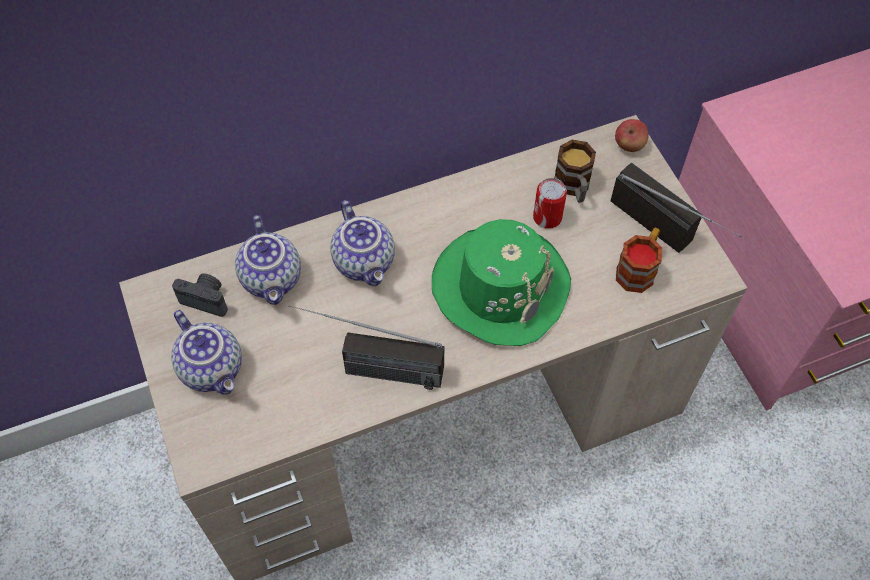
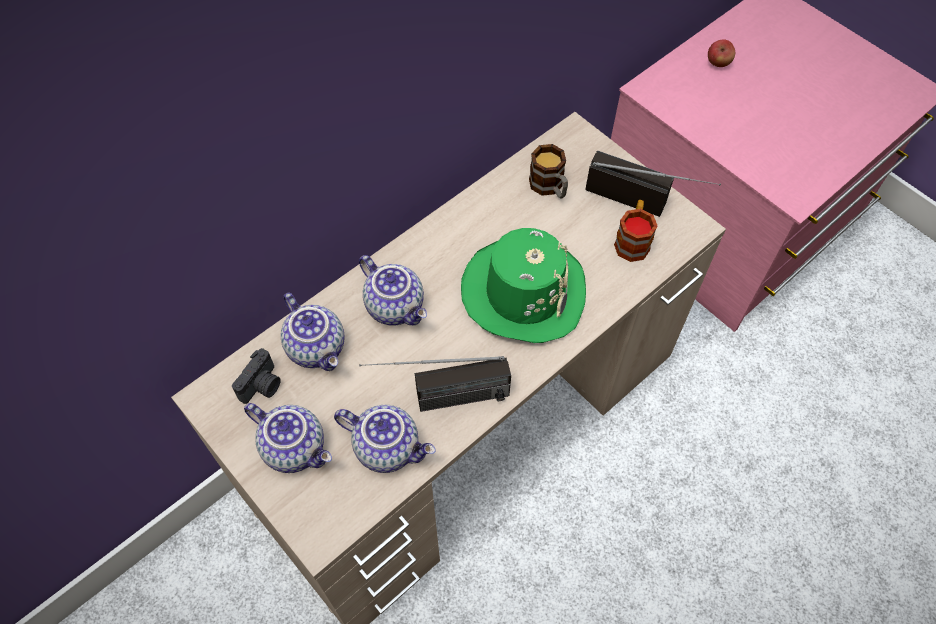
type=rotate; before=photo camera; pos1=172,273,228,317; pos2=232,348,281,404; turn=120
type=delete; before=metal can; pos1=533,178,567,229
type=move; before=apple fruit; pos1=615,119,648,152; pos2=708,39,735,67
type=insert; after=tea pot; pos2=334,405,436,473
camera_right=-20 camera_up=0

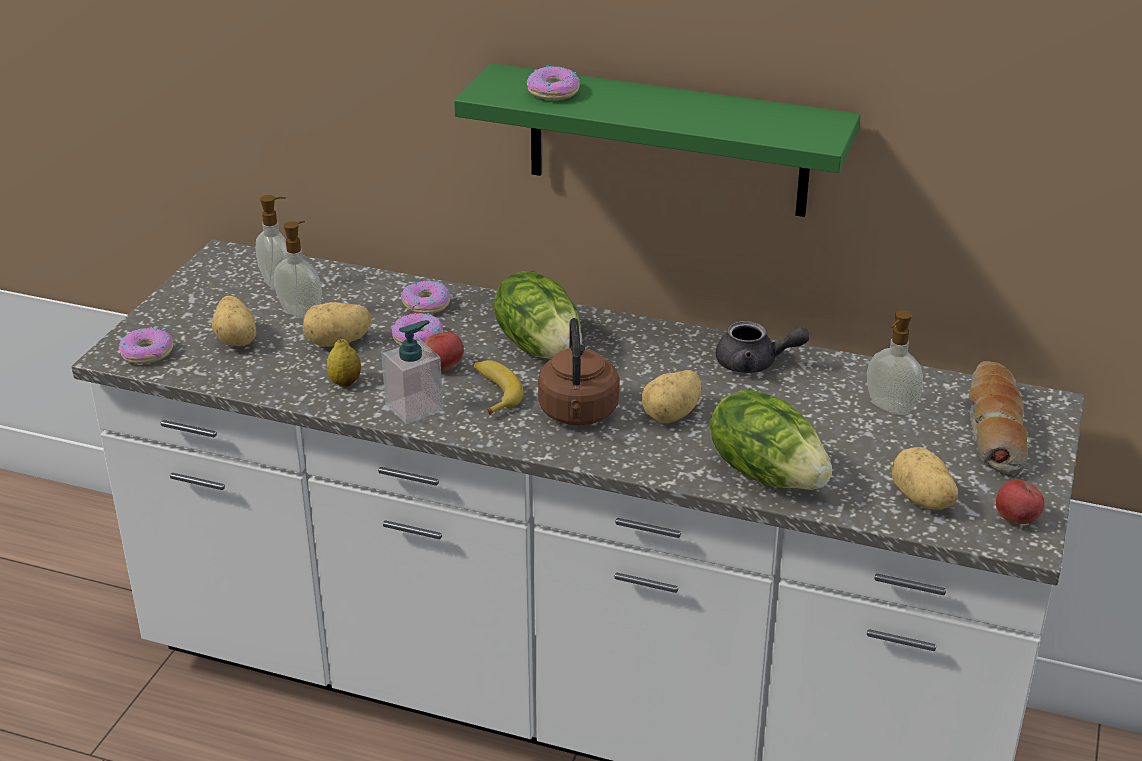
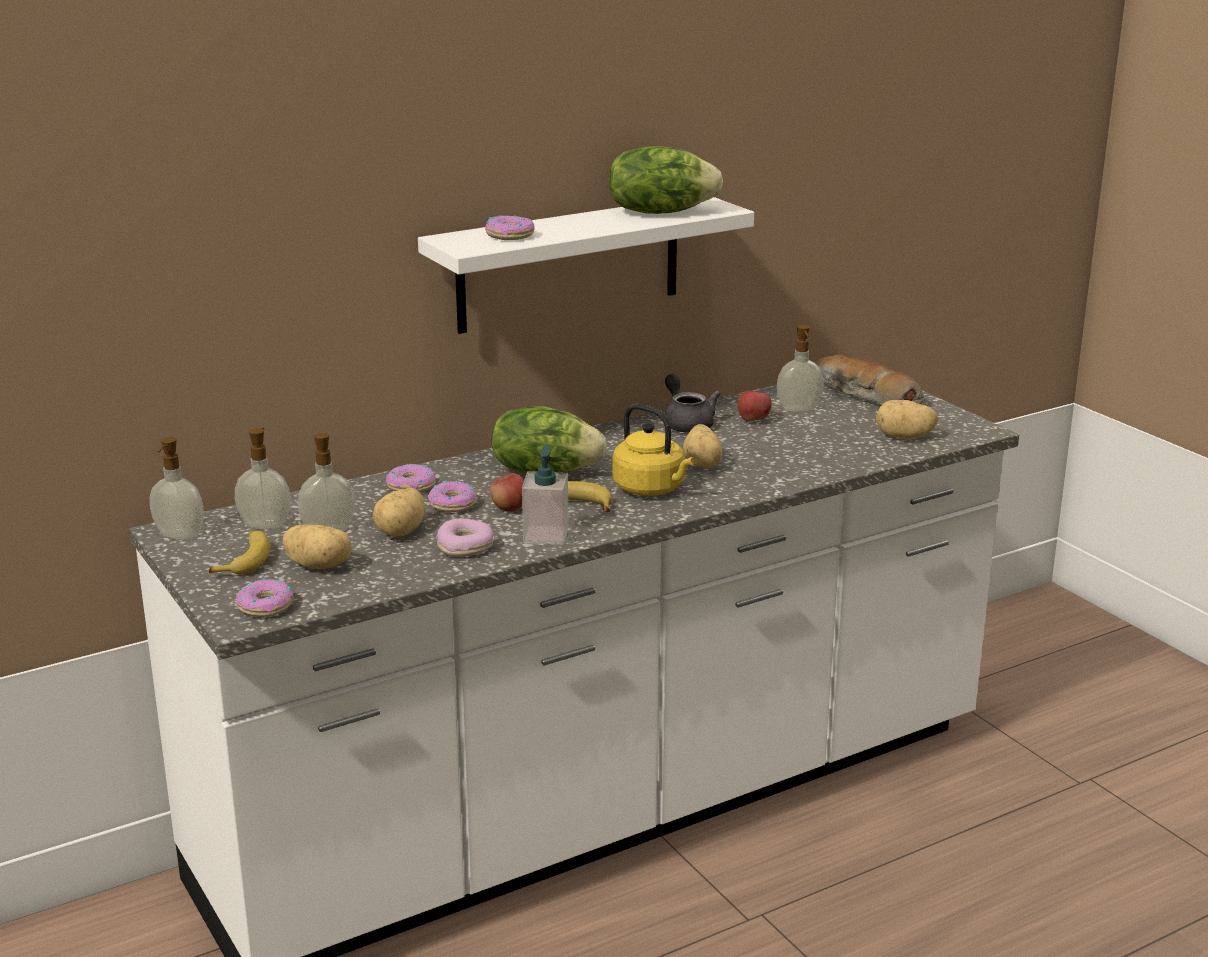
type=replace; before=lemon; after=doughnut; pos1=327,339,361,387; pos2=436,518,493,557
type=recolor; before=bracket shelf (green); after=bracket shelf (whitish); pos1=454,63,861,217; pos2=418,197,754,334
type=recolor; before=tea kettle (brown); after=tea kettle (yellow); pos1=538,318,619,426; pos2=613,404,694,496
type=move; before=lettuce head; pos1=710,389,832,490; pos2=609,146,723,214
type=rotate; before=tea pot (grey); pos1=716,321,809,373; pos2=665,374,720,432; turn=-75
type=move; before=apple fruit; pos1=996,479,1045,524; pos2=738,391,772,422
type=insert; after=liquid soap bottle; pos2=150,437,204,540
type=insert; after=banana; pos2=209,531,271,574
camera_right=-50 camera_up=-10

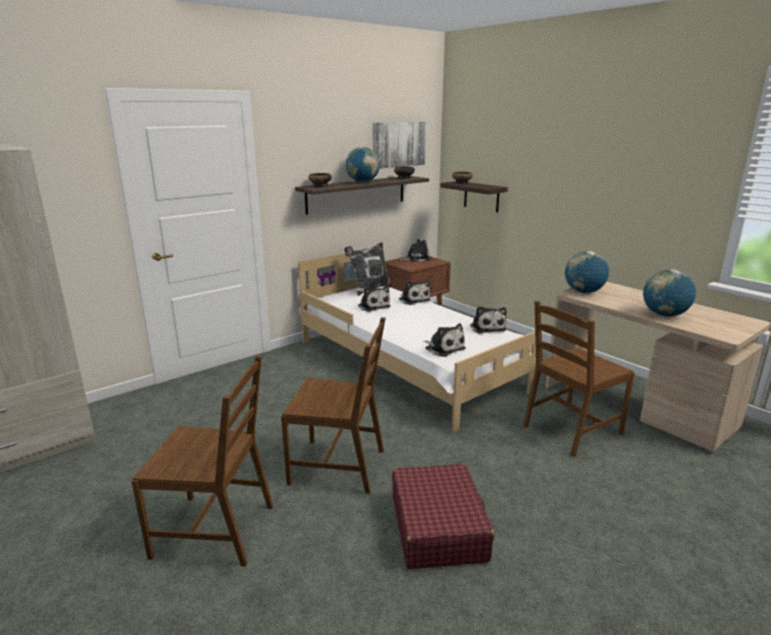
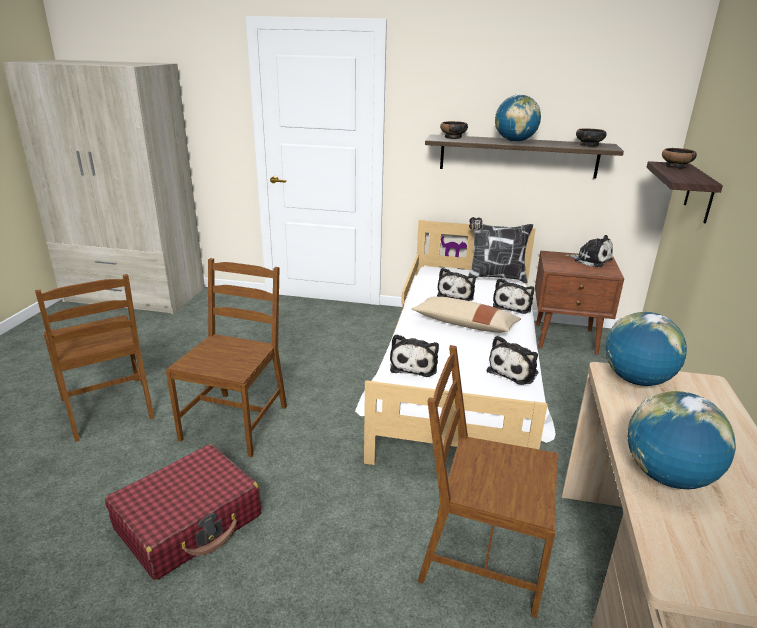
type=rotate; before=chair (brown); pos1=281,317,386,494; pos2=166,258,287,457; turn=-135
type=delete; before=picture; pos1=373,121,426,169
type=insert; after=cushion (beige); pos2=411,296,521,333
camera_right=50 camera_up=5

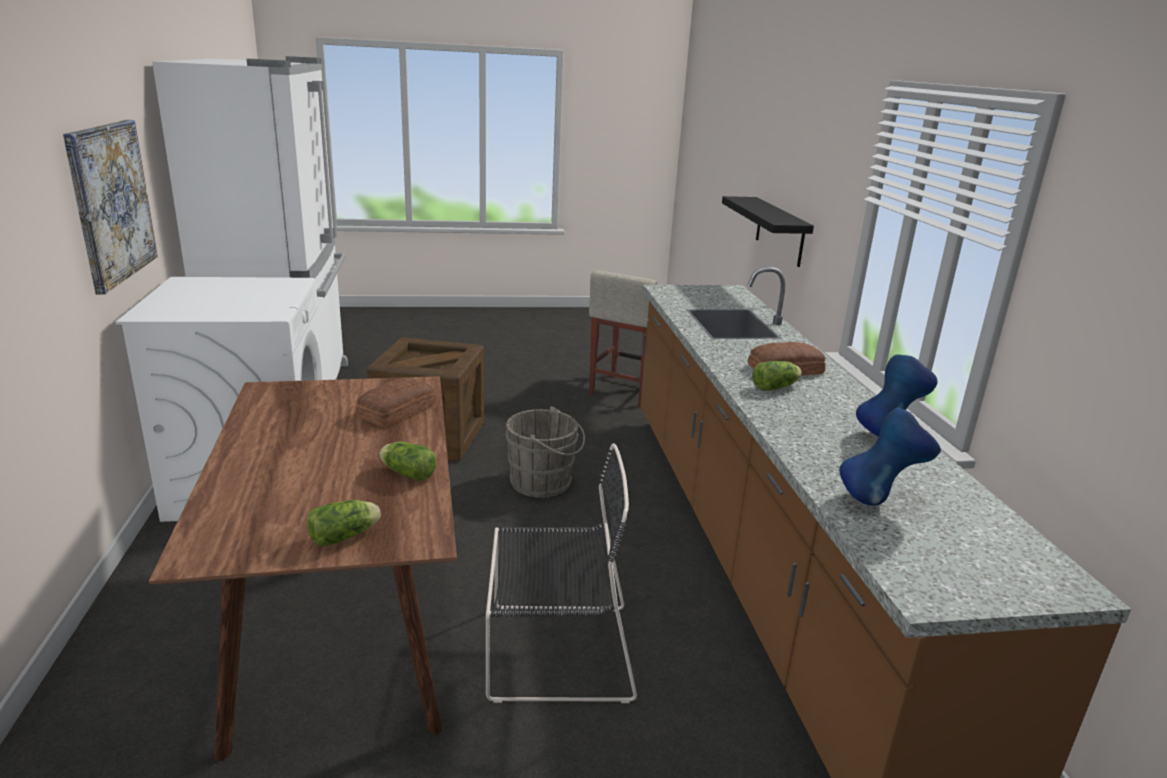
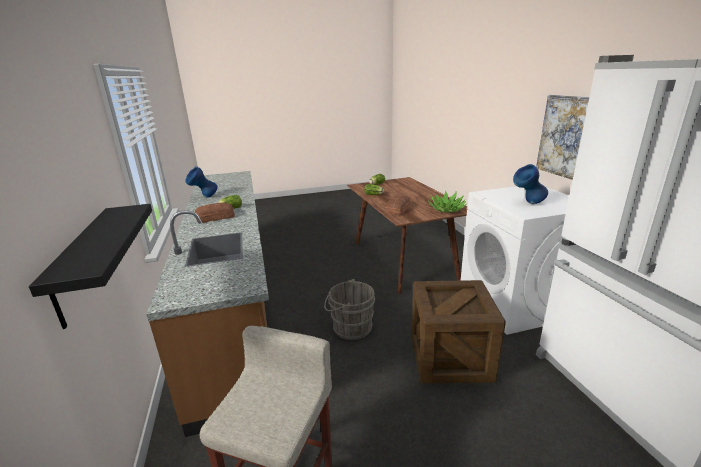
type=delete; before=chair (blackish); pos1=486,443,637,703
type=move; before=flower vase (blue-coloured); pos1=839,407,941,506; pos2=513,164,548,204
type=insert; after=plant in a pot; pos2=428,190,468,213
camera_right=175 camera_up=0

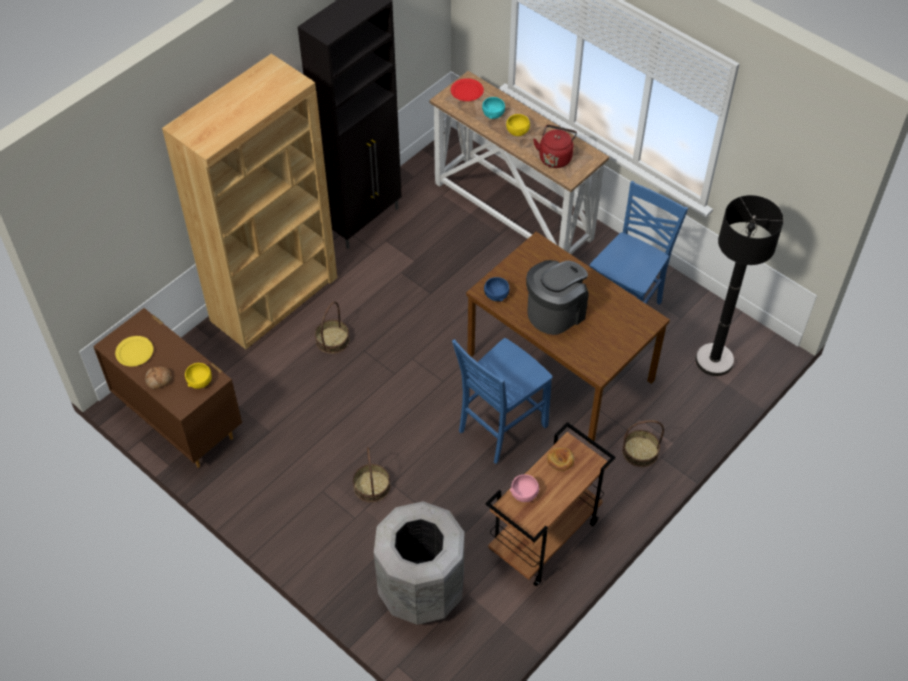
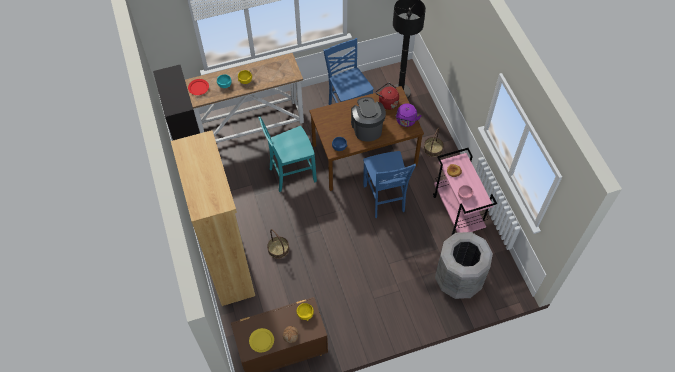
type=delete; before=household basket; pos1=353,447,390,502
type=recolor; before=trolley (brown); after=trolley (pinkish); pos1=486,422,616,586; pos2=433,148,497,235
type=move; before=tea kettle (red-coloured); pos1=533,125,577,168; pos2=375,83,399,110
type=insert; after=chair (turquoise); pos2=258,117,317,192
type=insert; after=tea kettle (purple-coloured); pos2=395,103,422,127
camera_right=-60 camera_up=5

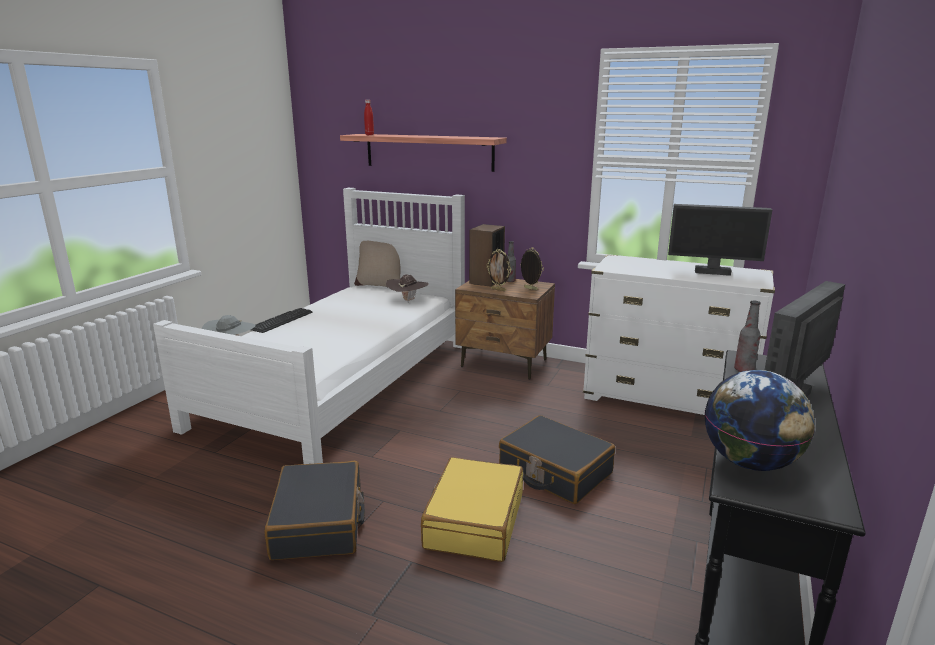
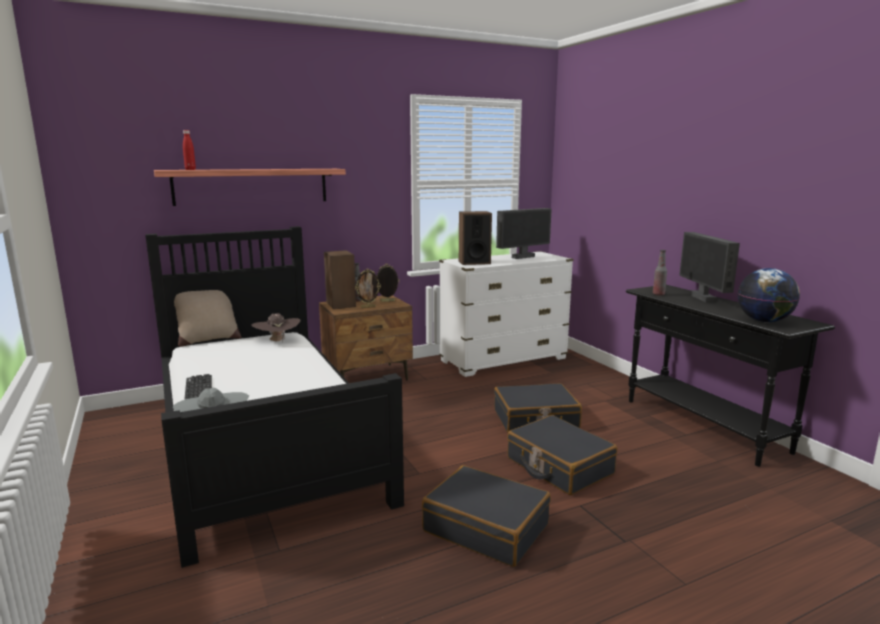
type=recolor; before=bedroom bed (whitish); after=bedroom bed (blackish); pos1=153,188,465,464; pos2=145,226,404,568
type=recolor; before=travel case (yellow); after=travel case (blackish); pos1=421,457,523,562; pos2=507,415,617,495
type=insert; after=speaker; pos2=459,211,492,265
camera_right=-50 camera_up=-5

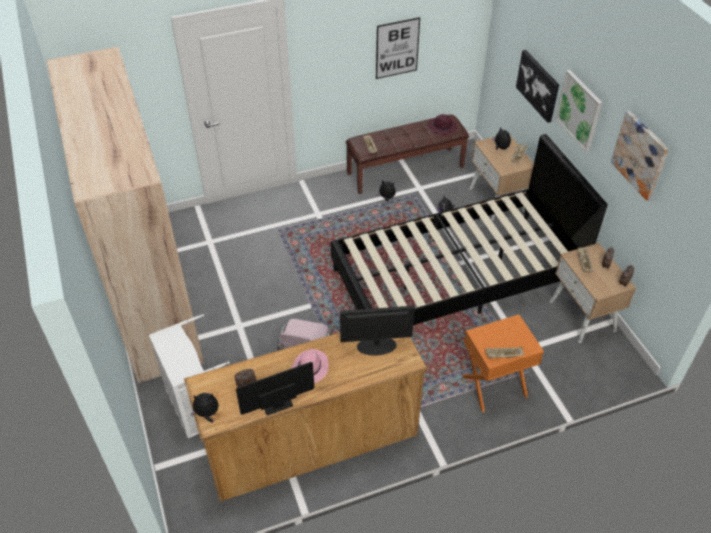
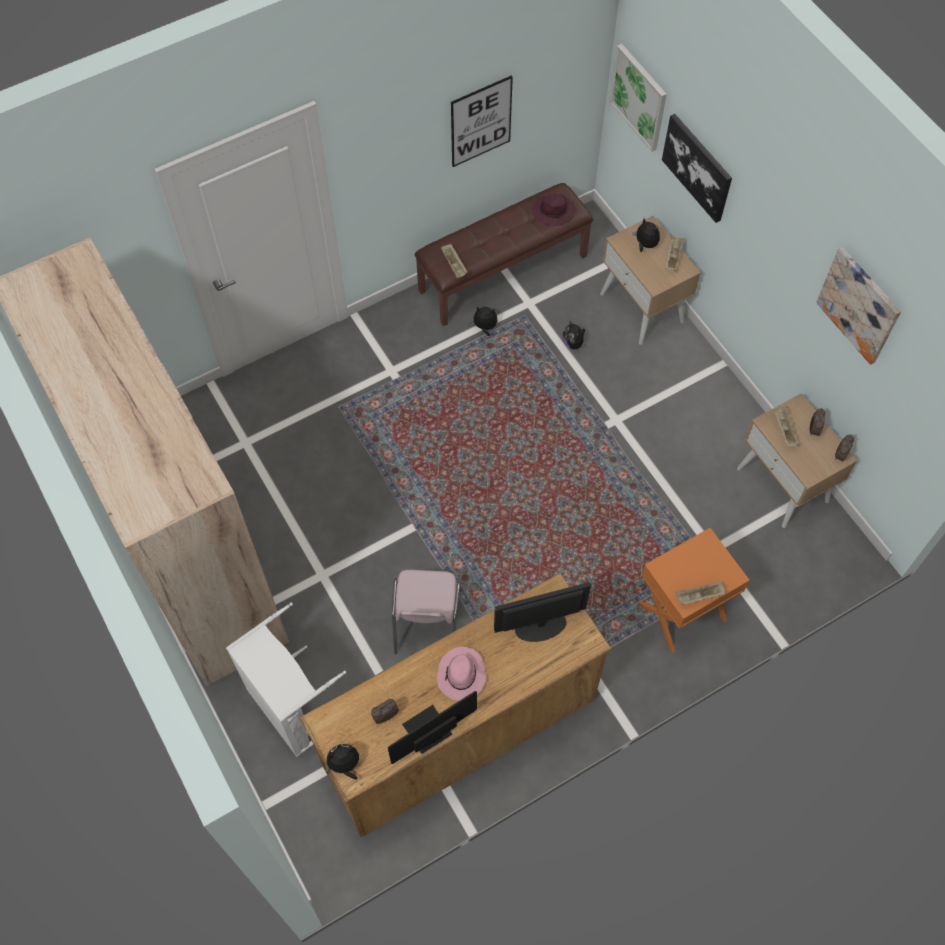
type=delete; before=bedroom bed (blackish); pos1=331,134,608,325
type=move; before=picture; pos1=555,70,603,152; pos2=610,44,667,152
camera_right=-10 camera_up=15

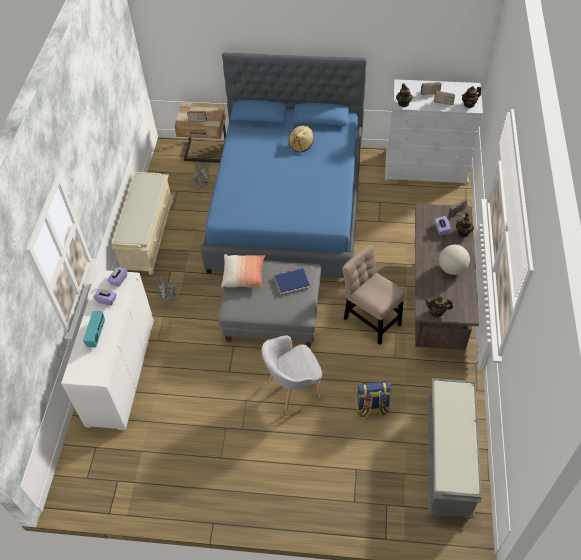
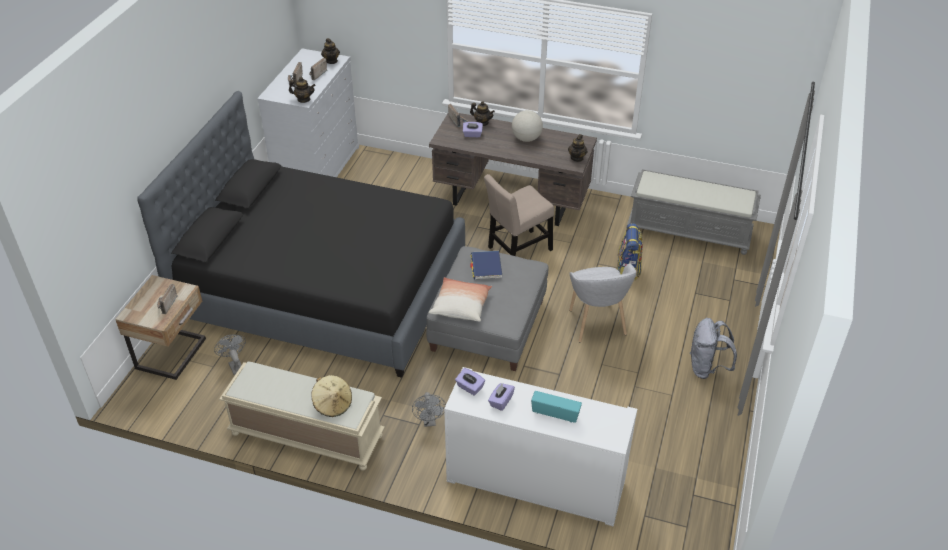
type=recolor; before=bedroom bed (blue-coloured); after=bedroom bed (blackish); pos1=200,52,367,278; pos2=137,91,465,378
type=move; before=clothing hat (beige); pos1=289,125,314,152; pos2=311,375,352,417
type=insert; after=knapsack (grey); pos2=690,318,737,379
camera_right=-80 camera_up=-10

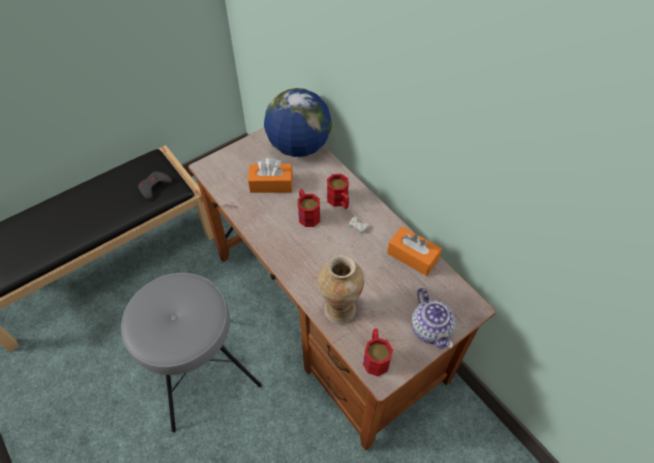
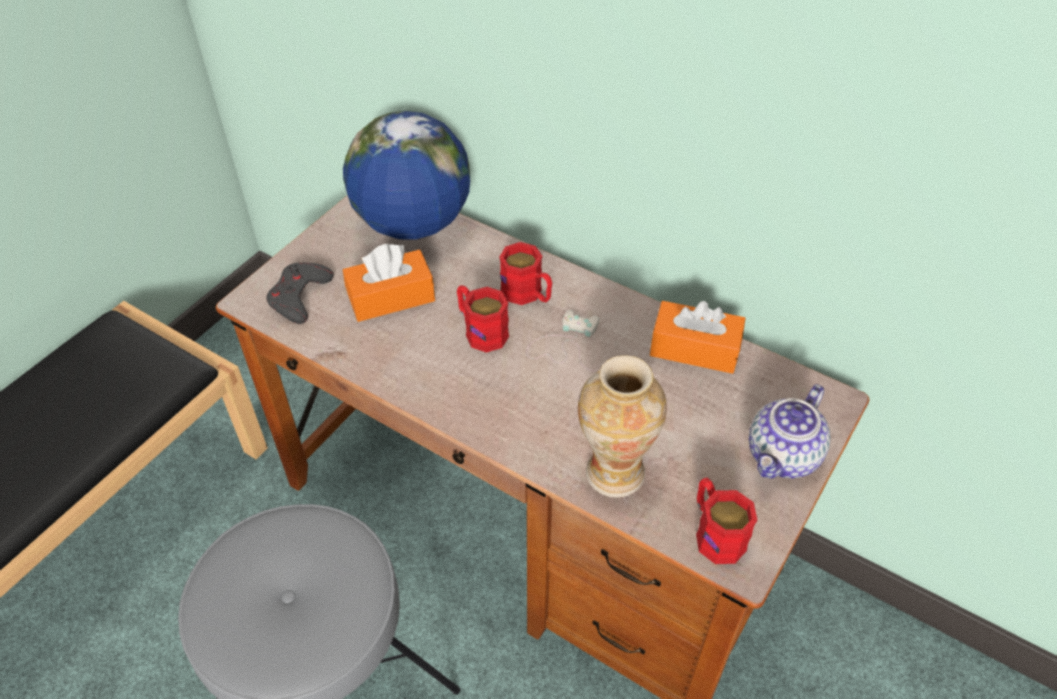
type=move; before=joypad (grey); pos1=138,171,172,200; pos2=266,263,334,324
type=rotate; before=tea pot; pos1=411,288,455,349; pos2=749,384,831,479; turn=75
camera_right=-20 camera_up=-5

